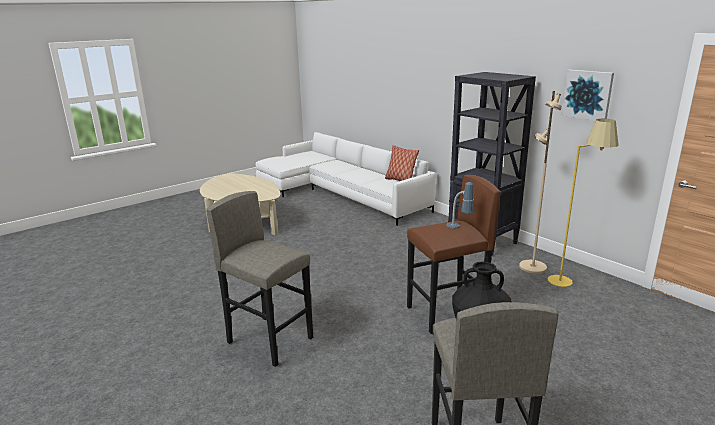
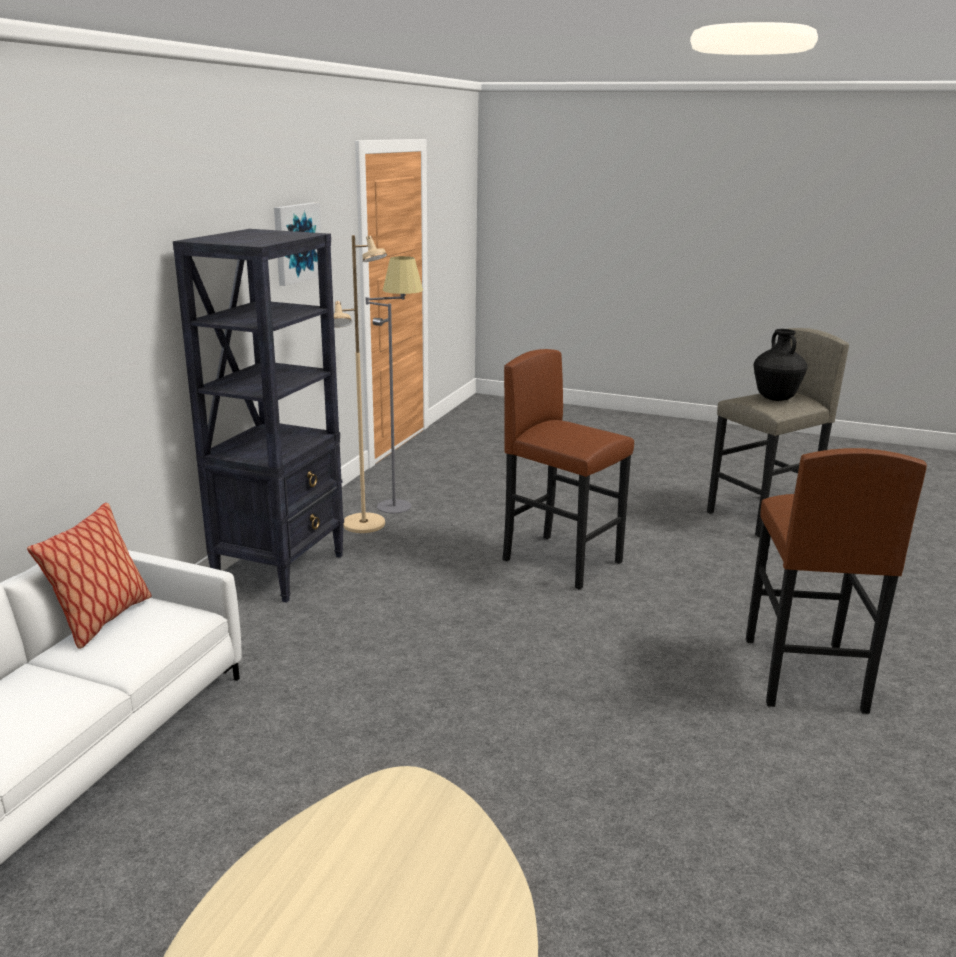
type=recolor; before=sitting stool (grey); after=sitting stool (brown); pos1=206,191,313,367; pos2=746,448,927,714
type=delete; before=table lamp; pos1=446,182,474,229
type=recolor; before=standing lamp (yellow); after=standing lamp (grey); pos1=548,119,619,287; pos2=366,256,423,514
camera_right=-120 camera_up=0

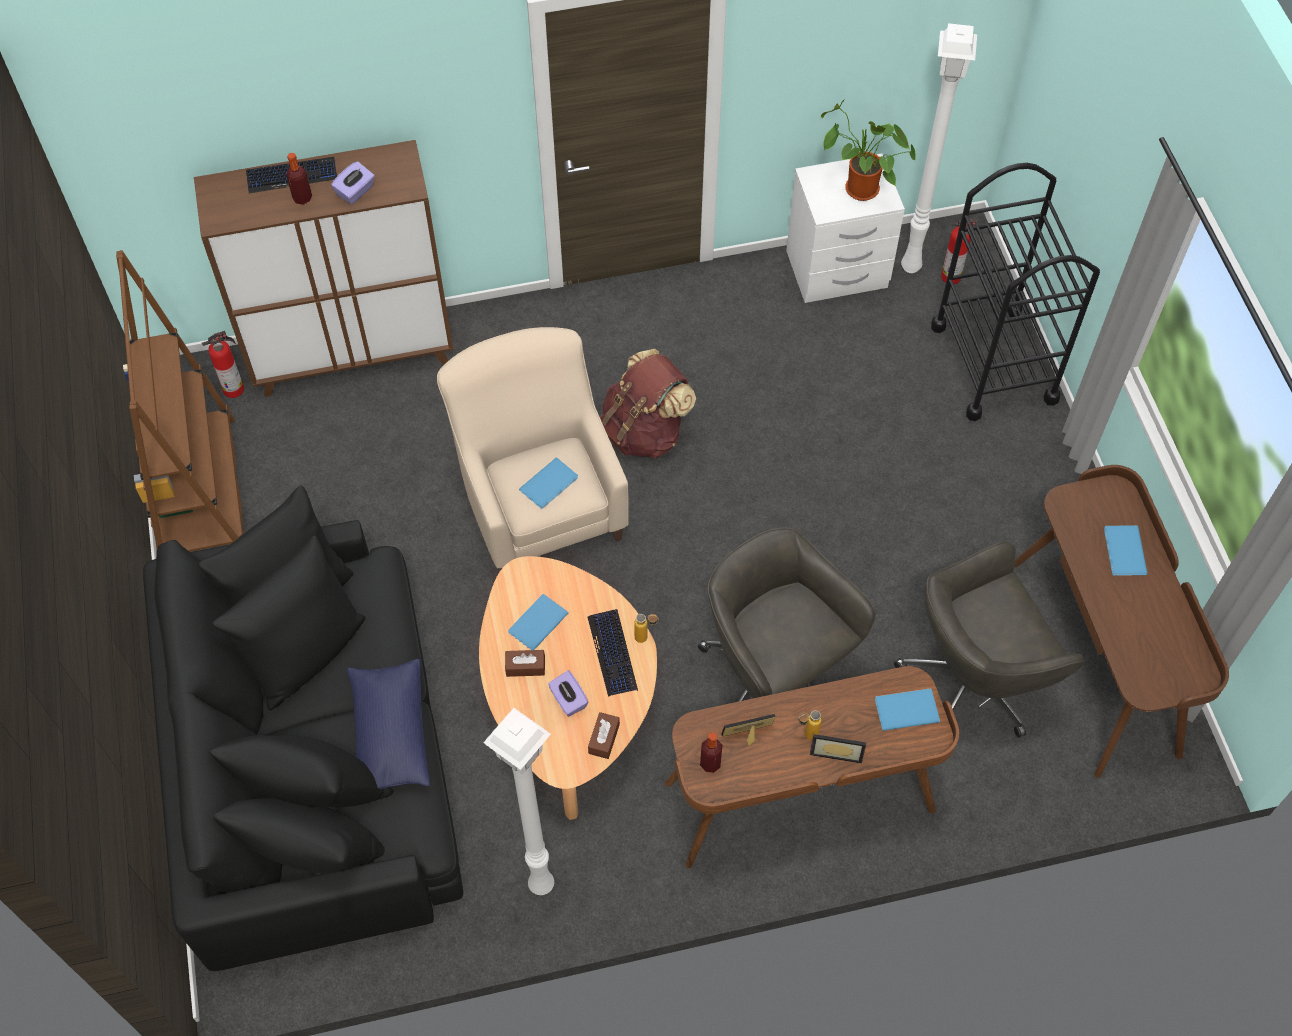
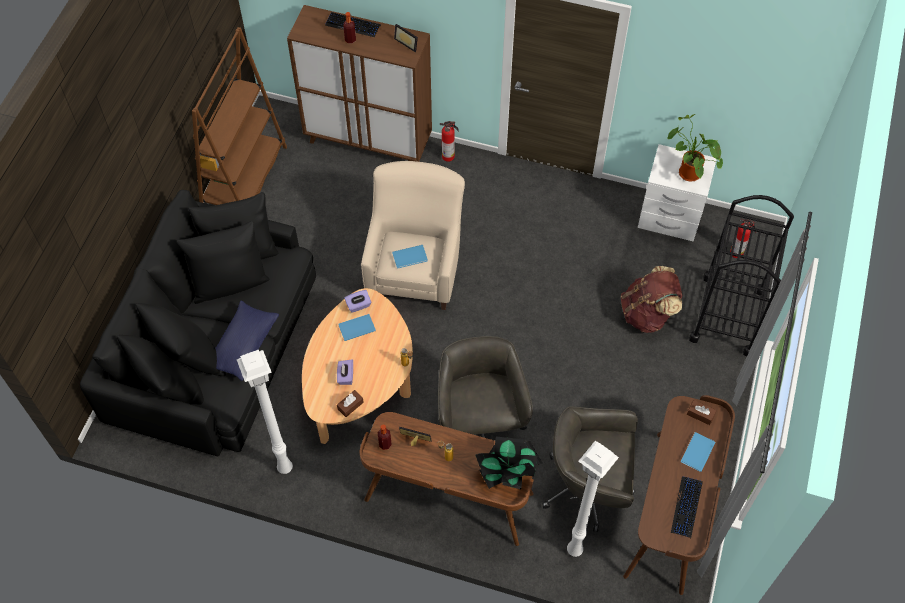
type=move; before=extinguisher; pos1=202,330,244,398; pos2=440,121,459,162
type=move; before=box of tissues (purple-coloured); pos1=331,161,375,204; pos2=344,290,371,313
type=move; before=box of tissues (brown); pos1=505,650,545,677; pos2=687,400,717,425
type=move; before=keyboard; pos1=587,609,638,697; pos2=671,477,703,539
type=move; before=knapsack (brown); pos1=600,349,696,459; pos2=621,266,682,333
type=move; before=standing frame; pos1=810,734,866,764; pos2=394,24,418,52
type=replace; before=volume (blue-coloured); after=plant in a pot; pos1=875,689,940,731; pos2=476,436,542,489
type=move; before=standing lamp (whitish); pos1=901,23,977,273; pos2=567,441,619,557
camera_right=30 camera_up=0

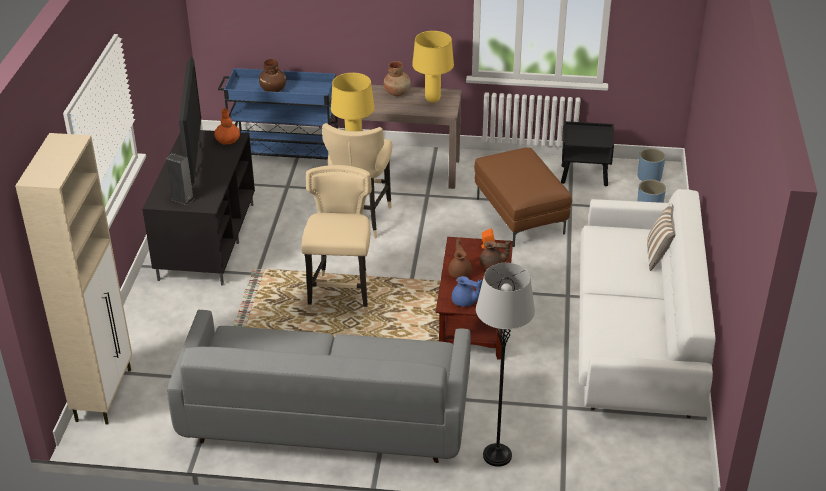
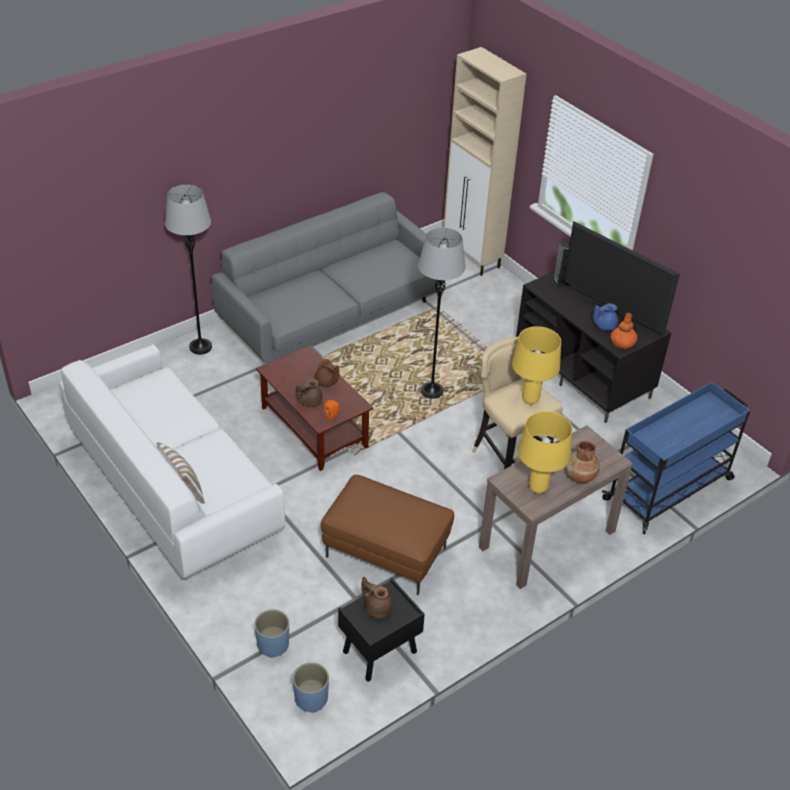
type=delete; before=flower vase (brown); pos1=259,59,286,92
type=replace; before=sitting stool (beige); after=standing lamp (grey); pos1=301,165,372,313; pos2=418,227,466,398
type=move; before=tea pot (blue-coloured); pos1=452,276,482,307; pos2=593,303,618,331
type=insert; after=tea pot (brown); pos2=361,577,393,618
camera_right=135 camera_up=5

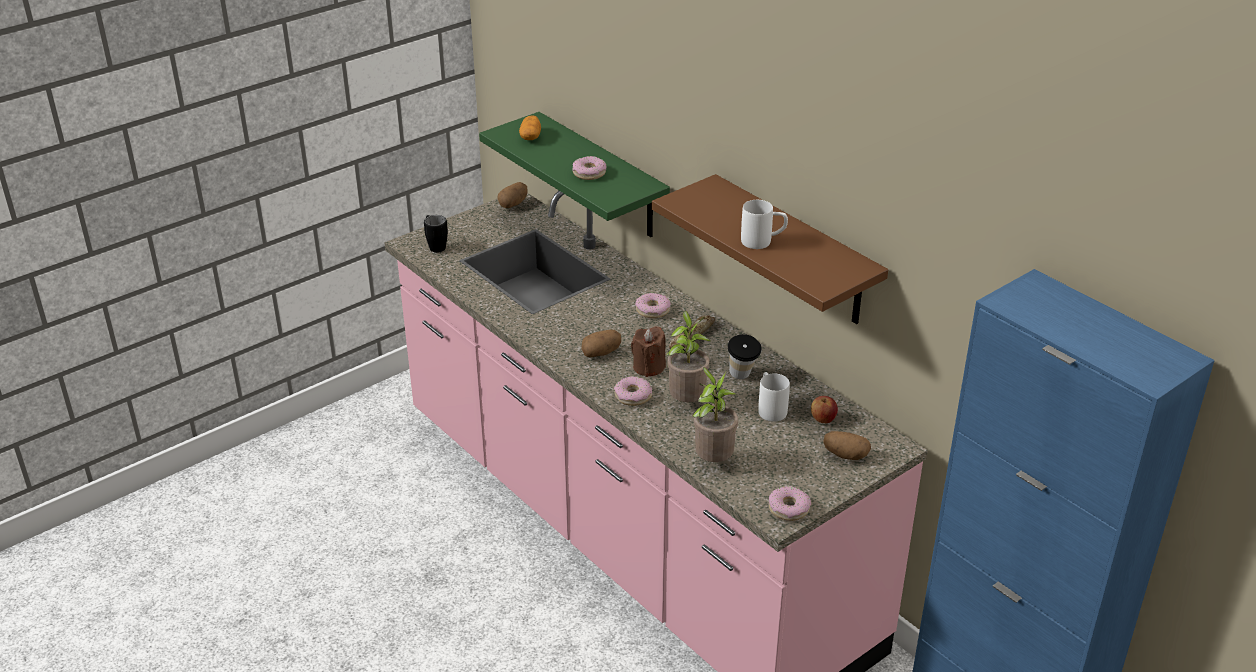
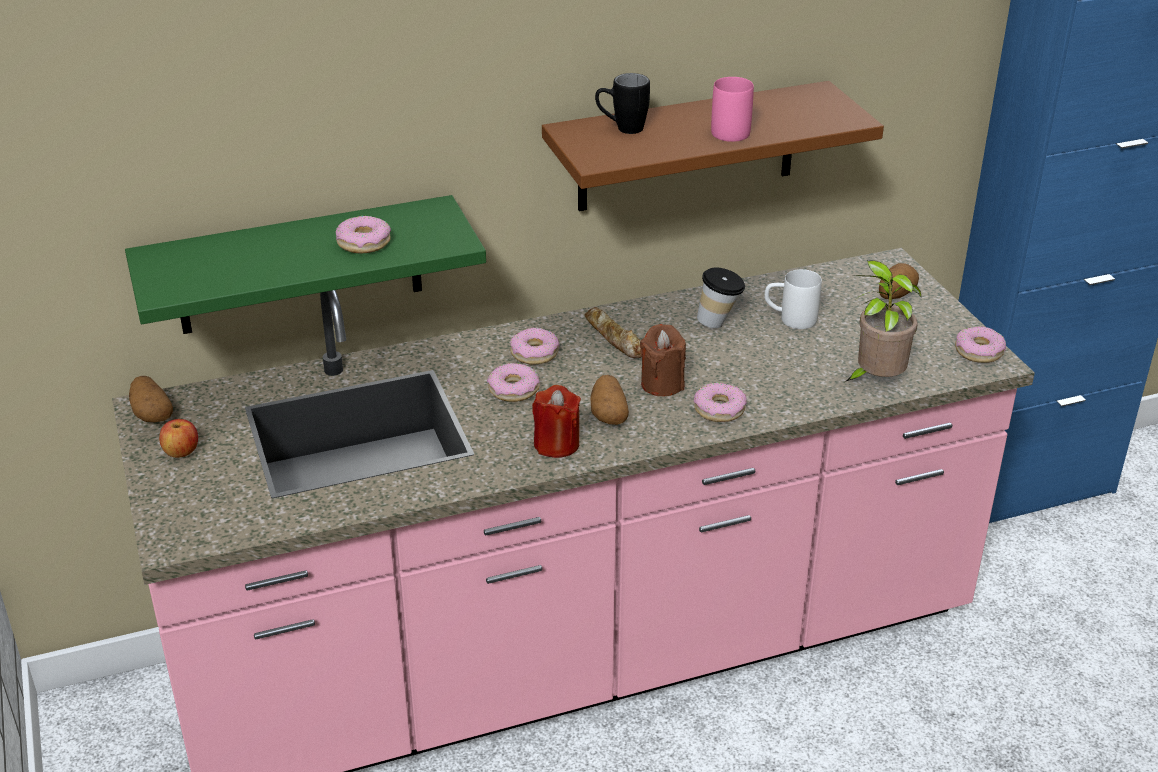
type=move; before=mug (blackish); pos1=424,215,448,253; pos2=595,73,650,134
type=delete; before=potato; pos1=519,115,541,140
type=delete; before=plant in a pot; pos1=667,311,710,402
type=recolor; before=mug (whitish); after=mug (pinkish); pos1=741,200,788,249; pos2=711,77,754,142
type=move; before=apple fruit; pos1=811,396,838,423; pos2=159,419,198,458
type=insert; after=doughnut; pos2=487,363,539,402
type=insert; after=wax light (red-coloured); pos2=532,385,581,458
camera_right=-70 camera_up=0

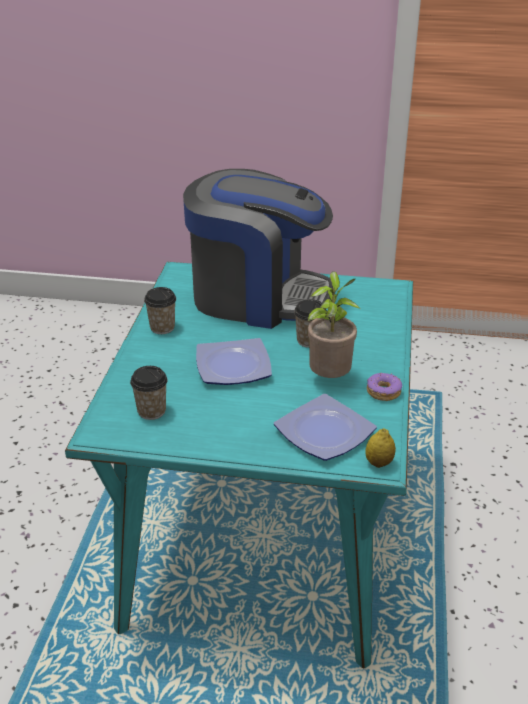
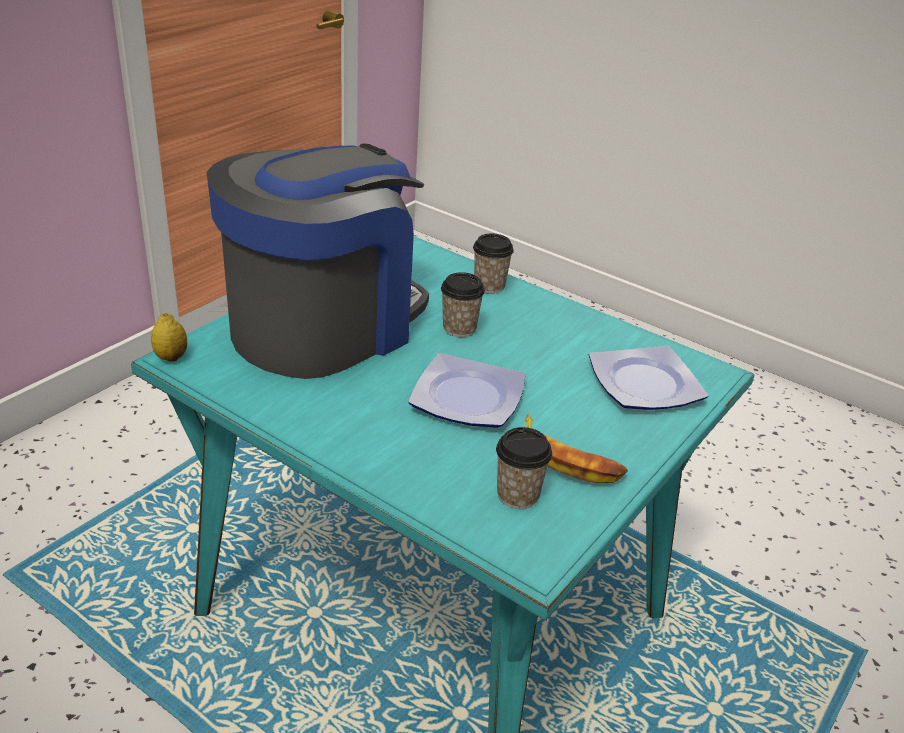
type=move; before=small cup; pos1=144,287,176,334; pos2=473,233,514,294
type=delete; before=plant in a pot; pos1=308,271,360,378
type=move; before=lemon; pos1=365,429,396,468; pos2=151,313,187,362
type=delete; before=doughnut; pos1=367,373,402,401
type=insert; after=banana; pos2=526,414,628,483
camera_right=-65 camera_up=0

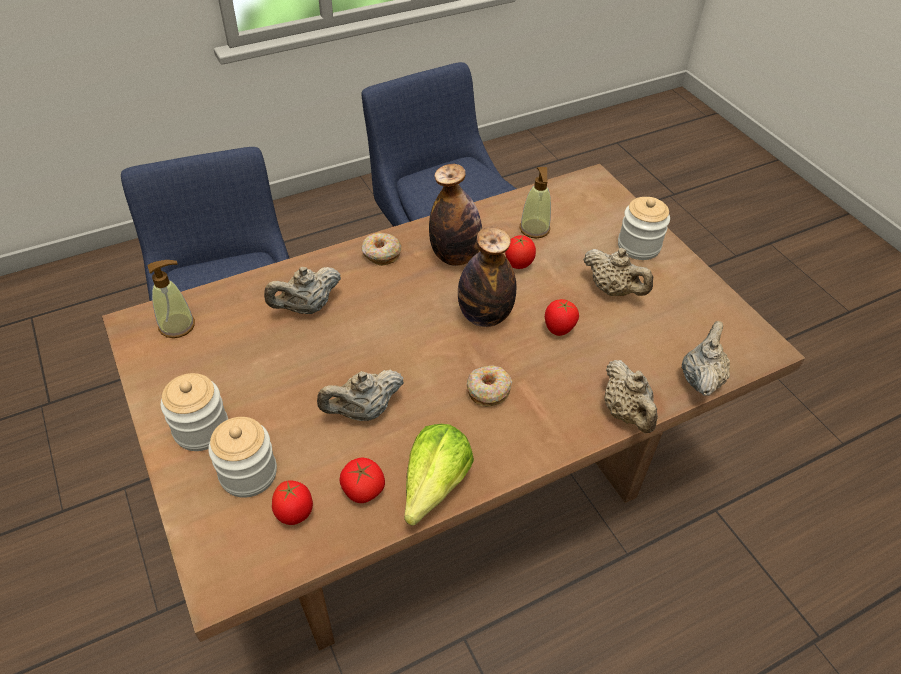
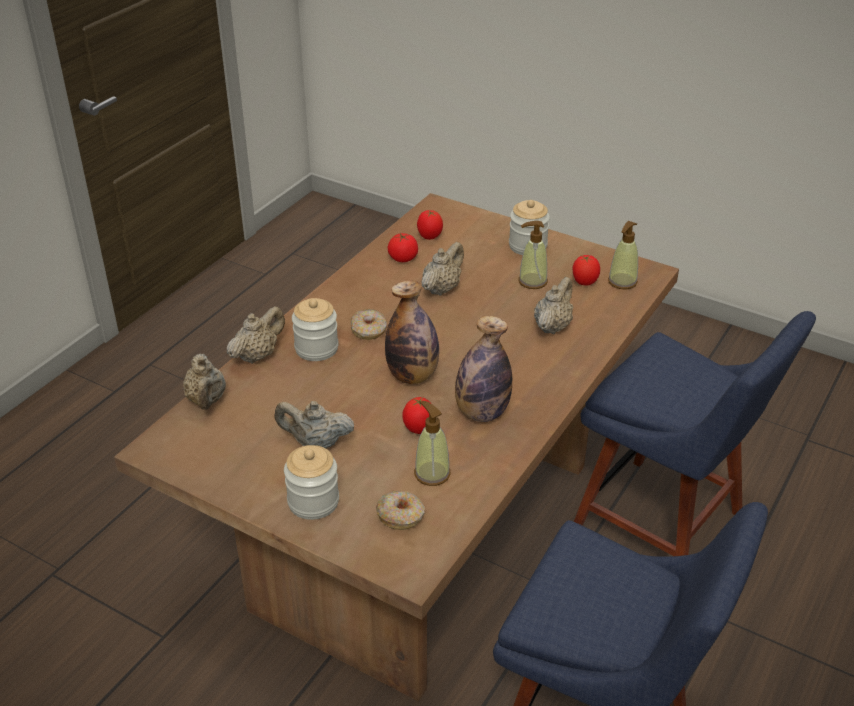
type=move; before=jar; pos1=208,417,277,498; pos2=292,298,339,361
type=move; before=doughnut; pos1=362,232,402,266; pos2=376,491,425,530
type=delete; before=lettuce head; pos1=404,424,474,526
type=move; before=tomato; pos1=545,299,579,336; pos2=573,255,600,286
type=rotate; before=tea pot (beige); pos1=604,360,658,433; pos2=227,306,285,364; turn=90
type=insert; after=liquid soap bottle; pos2=519,221,548,289
camera_right=150 camera_up=-10

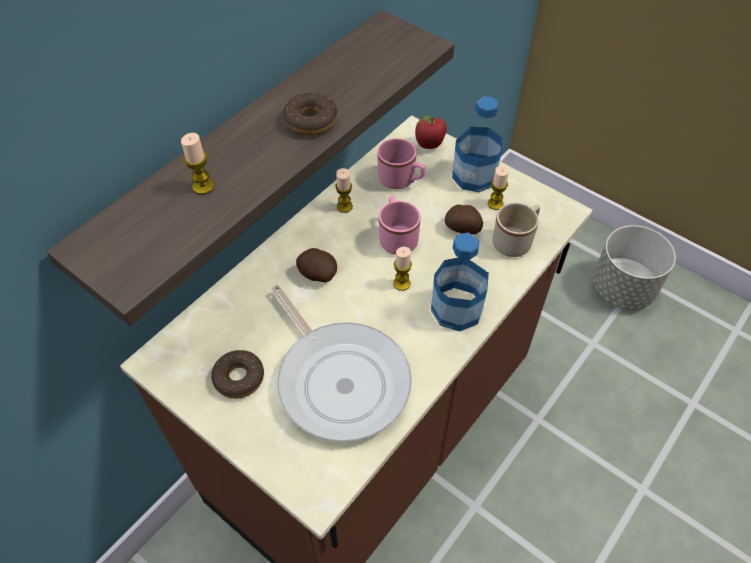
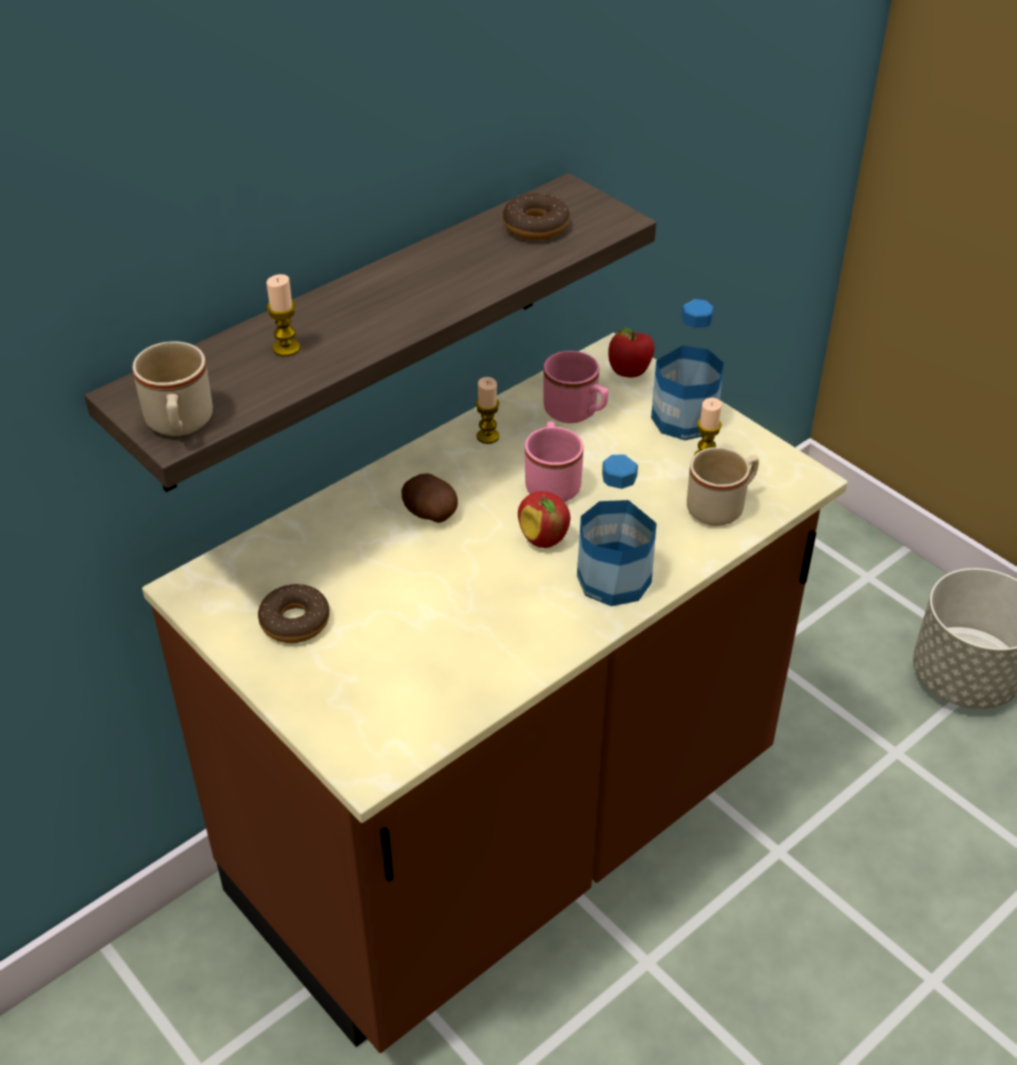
type=delete; before=skillet; pos1=272,284,412,442
type=move; before=doughnut; pos1=283,92,337,136; pos2=503,193,570,240
type=replace; before=wax light; after=apple fruit; pos1=393,247,412,291; pos2=518,491,570,548
type=delete; before=potato; pos1=445,204,483,235
type=insert; after=mug (beige); pos2=132,341,213,436
camera_right=10 camera_up=-10

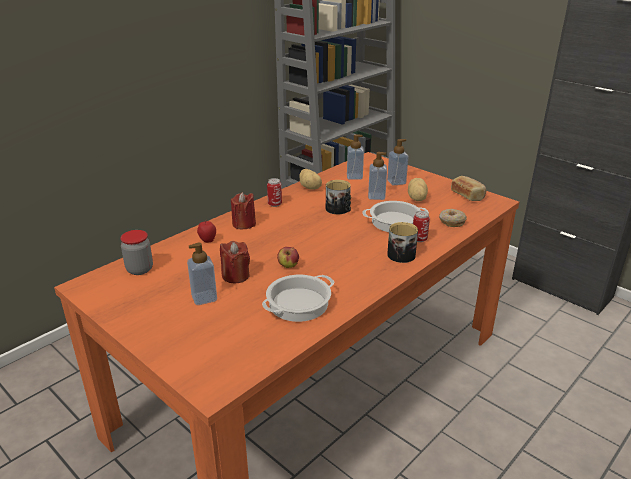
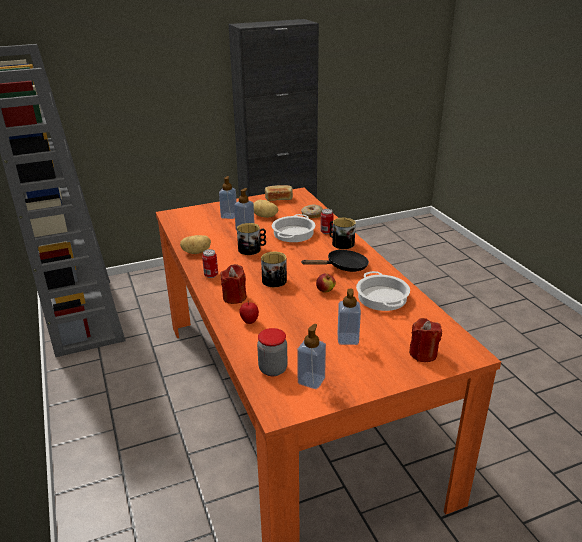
type=move; before=wax light (red-coloured); pos1=220,241,250,283; pos2=409,318,442,362
type=move; before=liquid soap bottle; pos1=347,134,364,180; pos2=297,324,326,389
type=insert; after=mug; pos2=261,252,287,287
type=insert; after=skillet (blackish); pos2=302,249,369,272
camera_right=-65 camera_up=0

